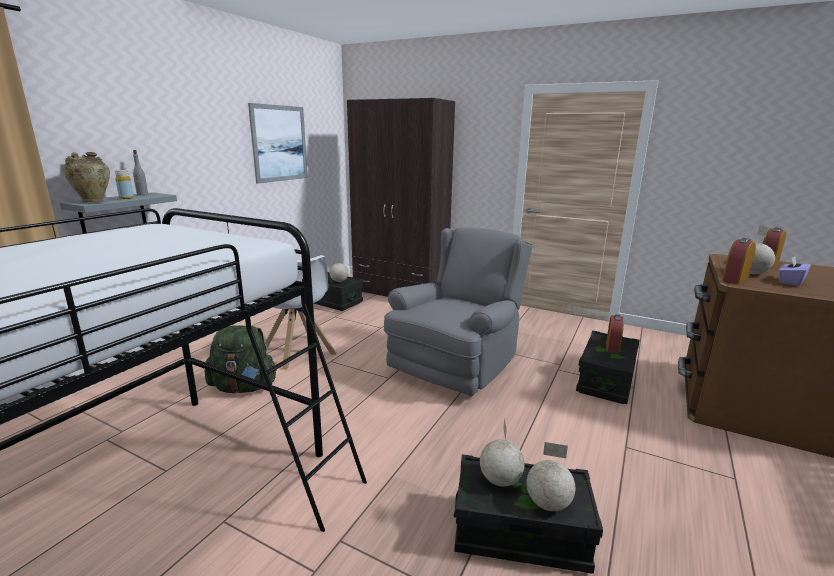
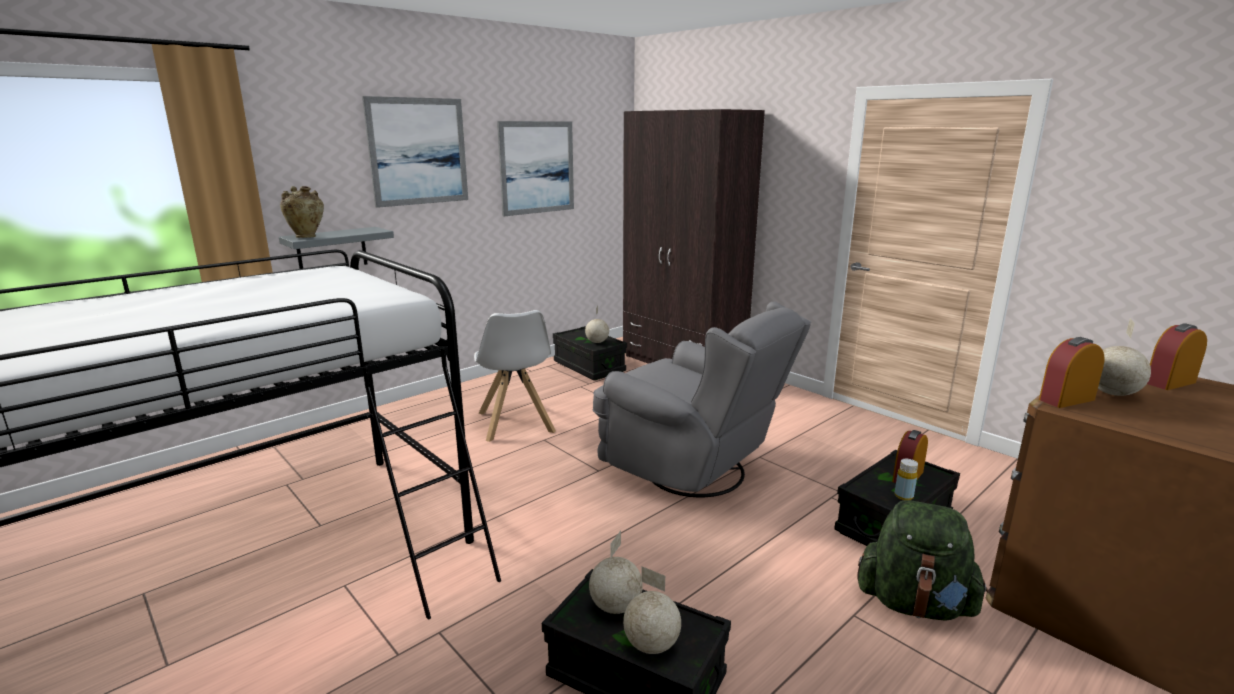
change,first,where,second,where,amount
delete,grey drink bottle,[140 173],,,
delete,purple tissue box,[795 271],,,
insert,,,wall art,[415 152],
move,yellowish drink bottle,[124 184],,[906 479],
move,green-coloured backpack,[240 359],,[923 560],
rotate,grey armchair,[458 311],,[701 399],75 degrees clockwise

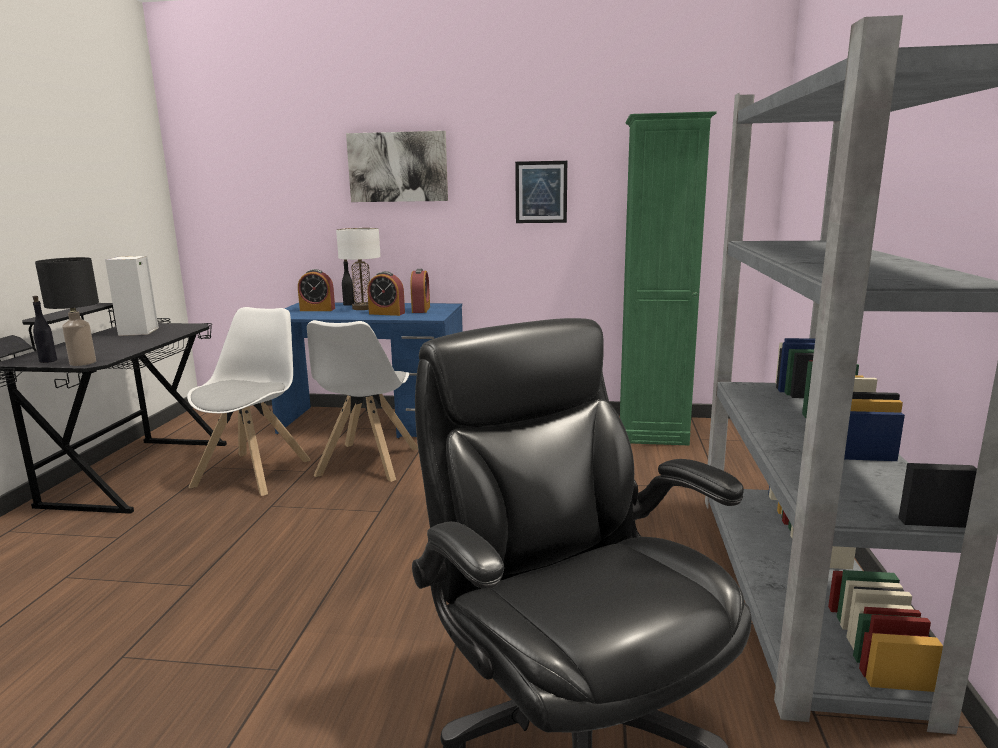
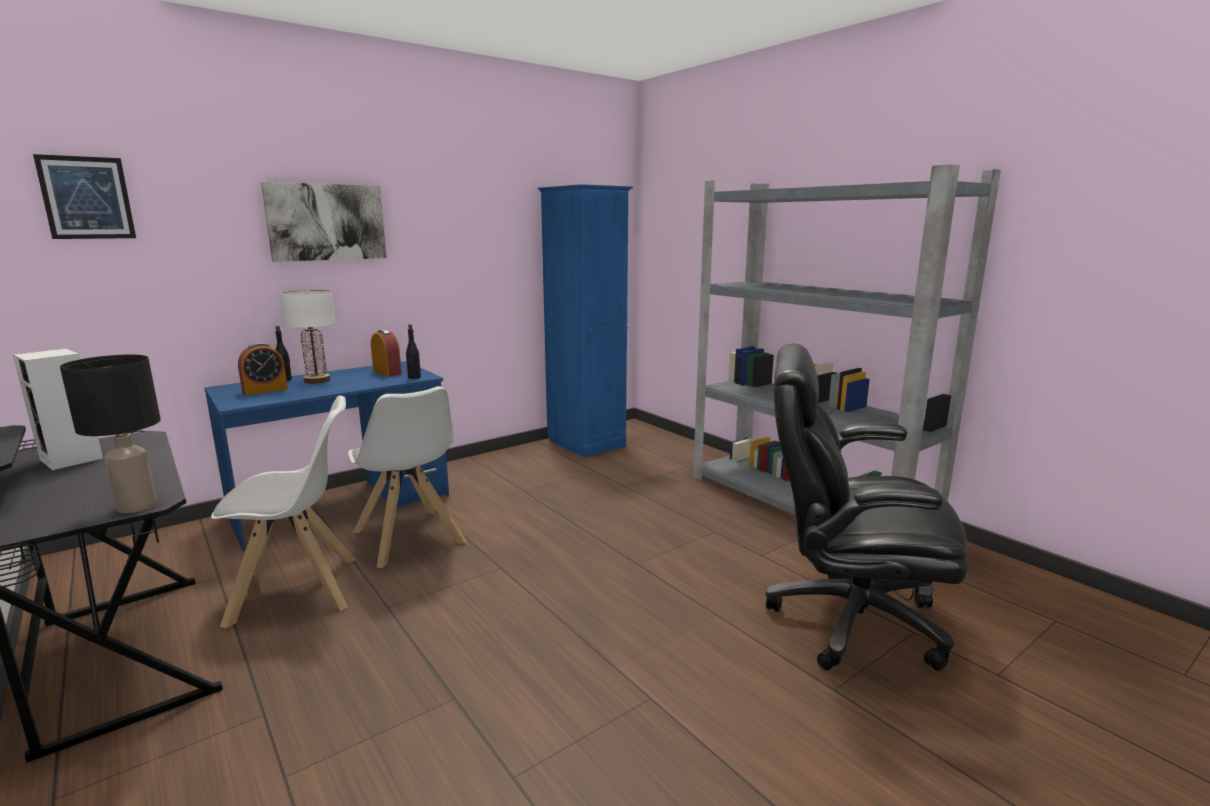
change,first,where,second,where,amount
delete,bedside clock,[386 293],,,
move,black-coloured drink bottle,[45 329],,[413 351],
move,wall art,[541 192],,[84 196],
recolor,green-coloured storage cabinet,[668 278],blue storage cabinet,[585 320],
rotate,plain chair,[249 401],,[283 512],105 degrees clockwise

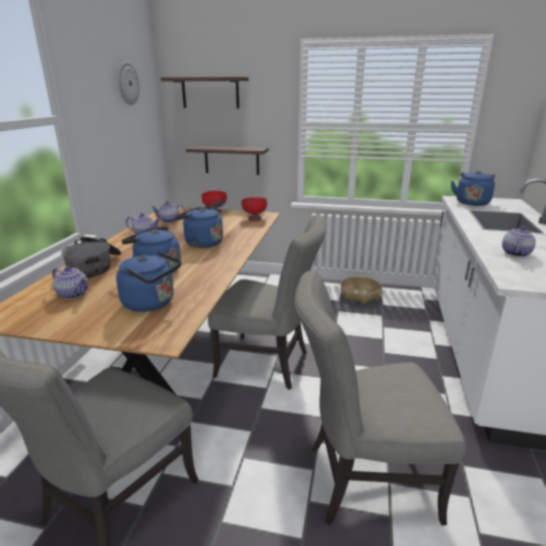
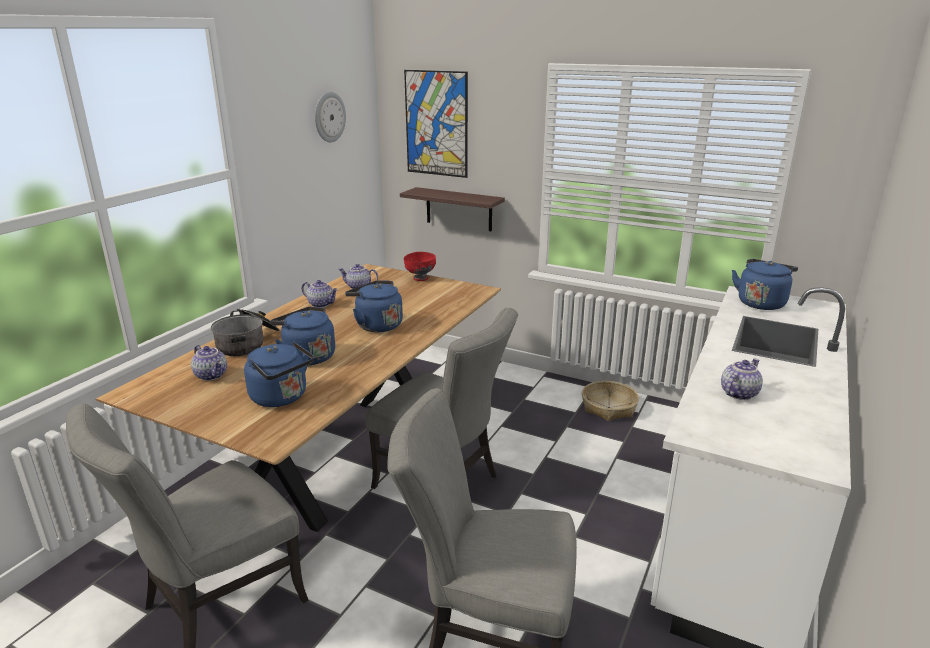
change,first,where,second,where,amount
delete,red bowl,[254 208],,,
replace,shelf,[205 93],wall art,[436 124],

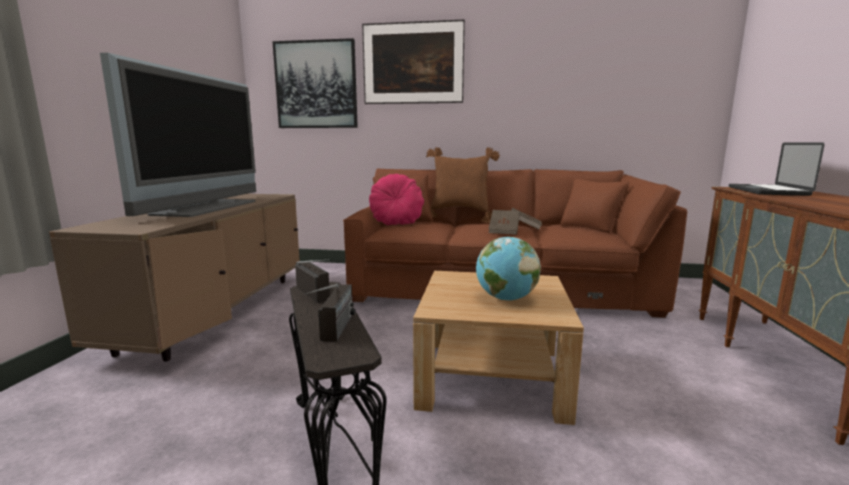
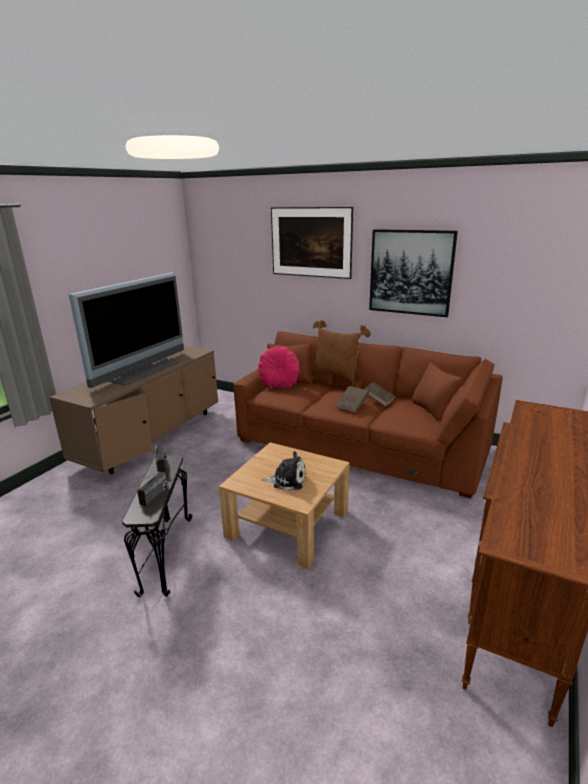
change,first,where,second,where,amount
delete,portable computer,[777 169],,,
move,wall art,[315 83],,[413 273],
replace,desk globe,[508 269],plush toy,[284 471],

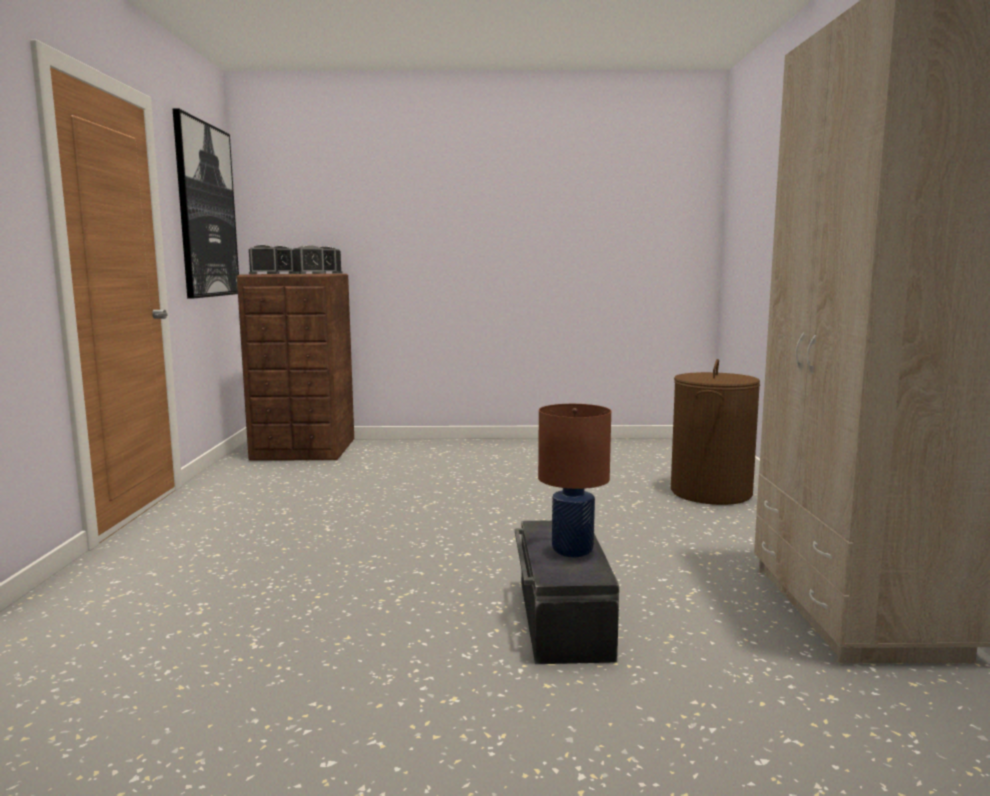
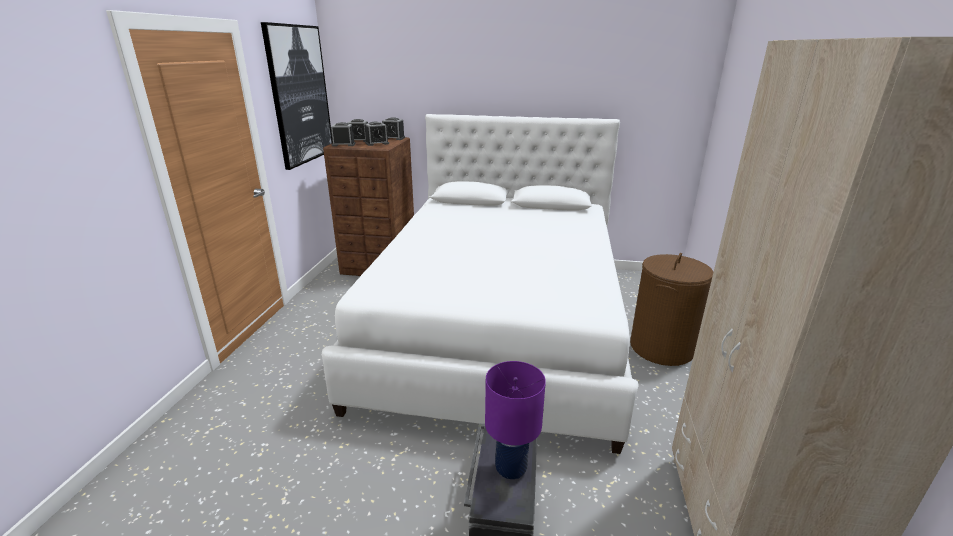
change,first,where,second,where,amount
insert,,,white-coloured sleeping bed,[480 284],
recolor,brownish lamp for a table,[574 481],purple lamp for a table,[515 420],

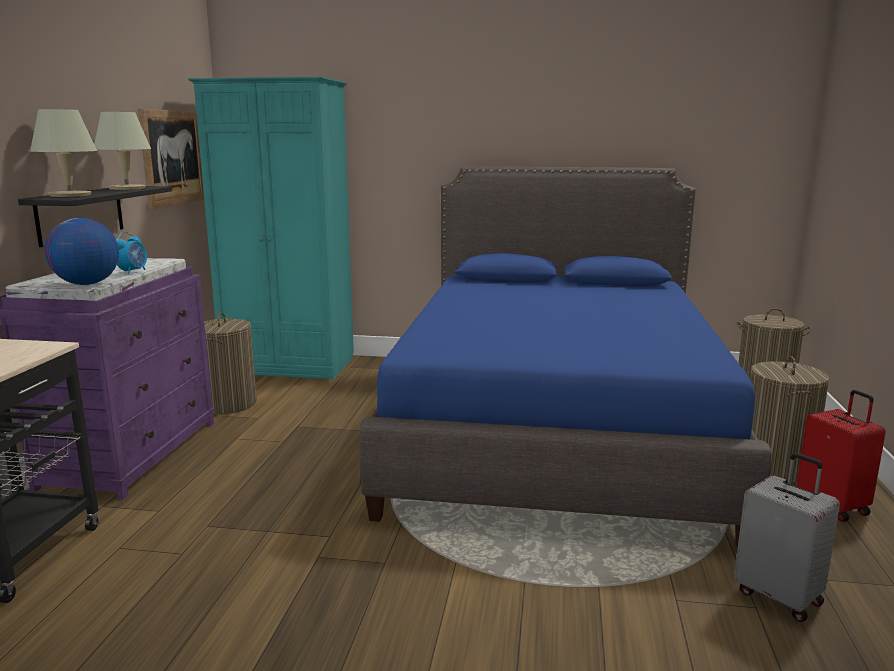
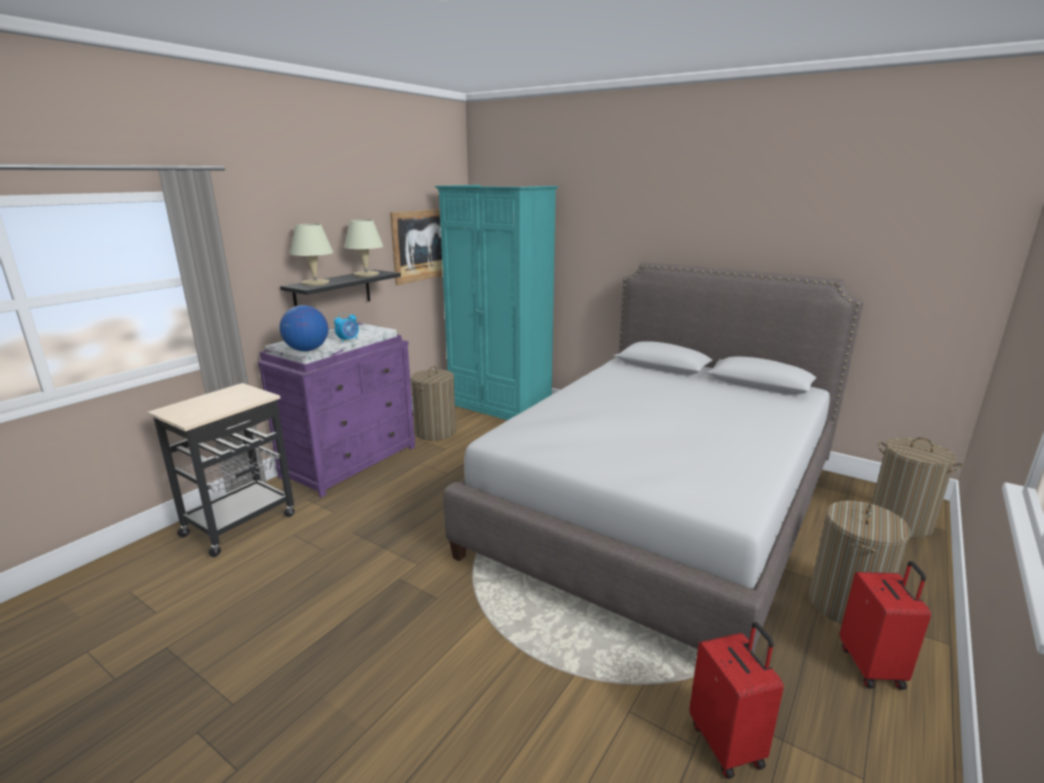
change,first,where,second,where,amount
recolor,blue sleeping bed,[565 358],grey sleeping bed,[654 457],
recolor,grey travel case,[787 537],red travel case,[736 700],

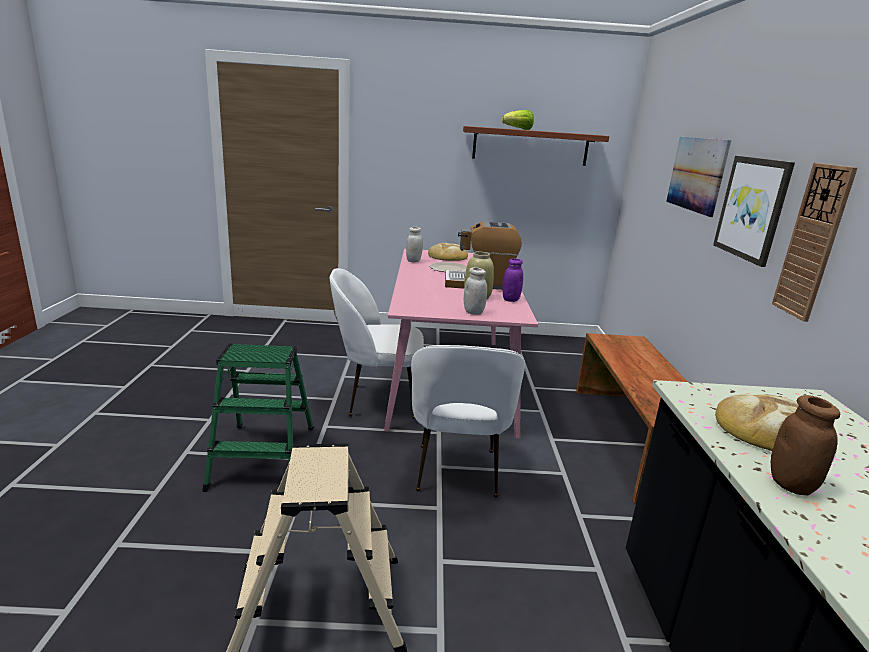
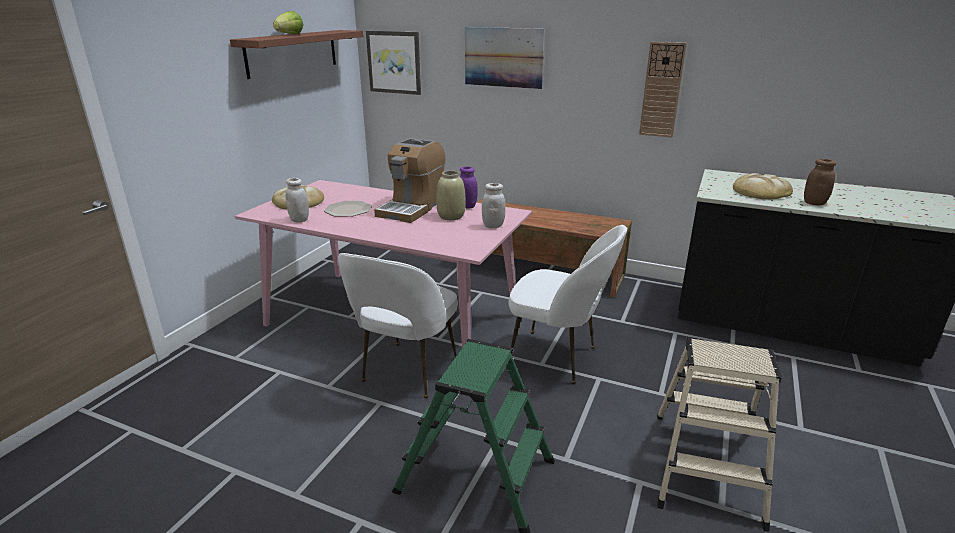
change,first,where,second,where,amount
move,wall art,[754 211],,[393 63],

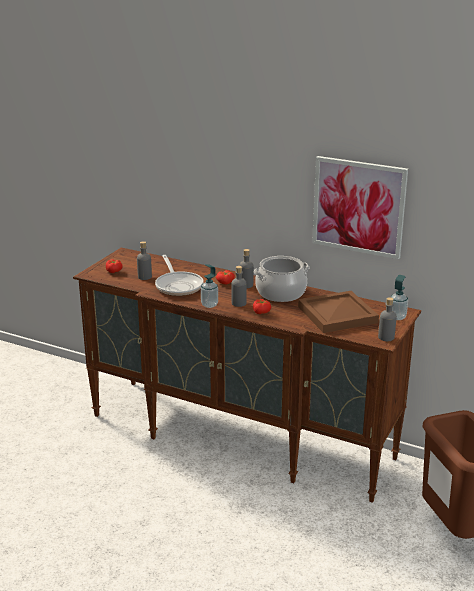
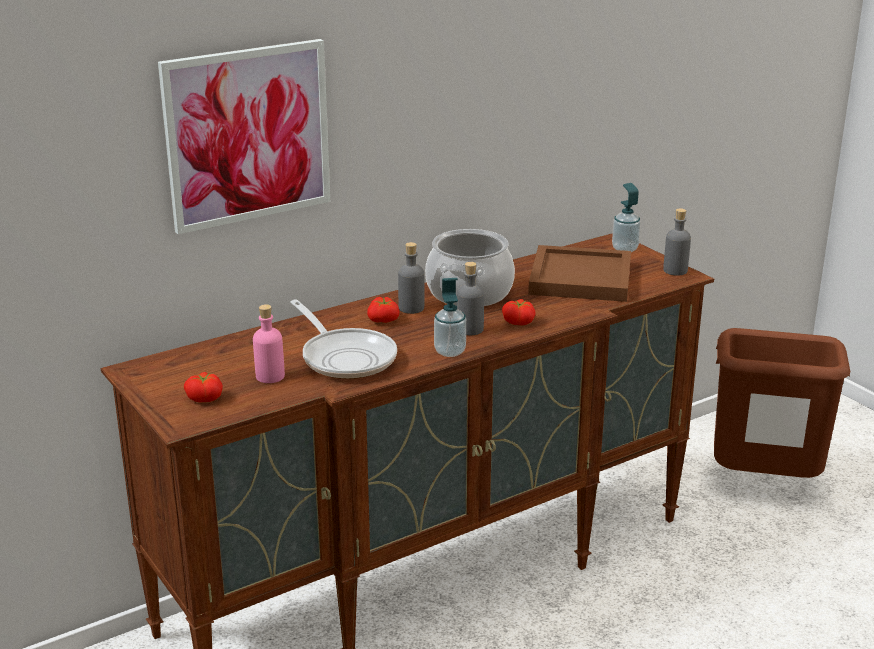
change,first,where,second,where,amount
move,wall art,[360 207],,[244 136],
recolor,grey drink bottle,[144 260],pink drink bottle,[269 343],
rotate,skillet,[179 275],,[343 339],45 degrees clockwise

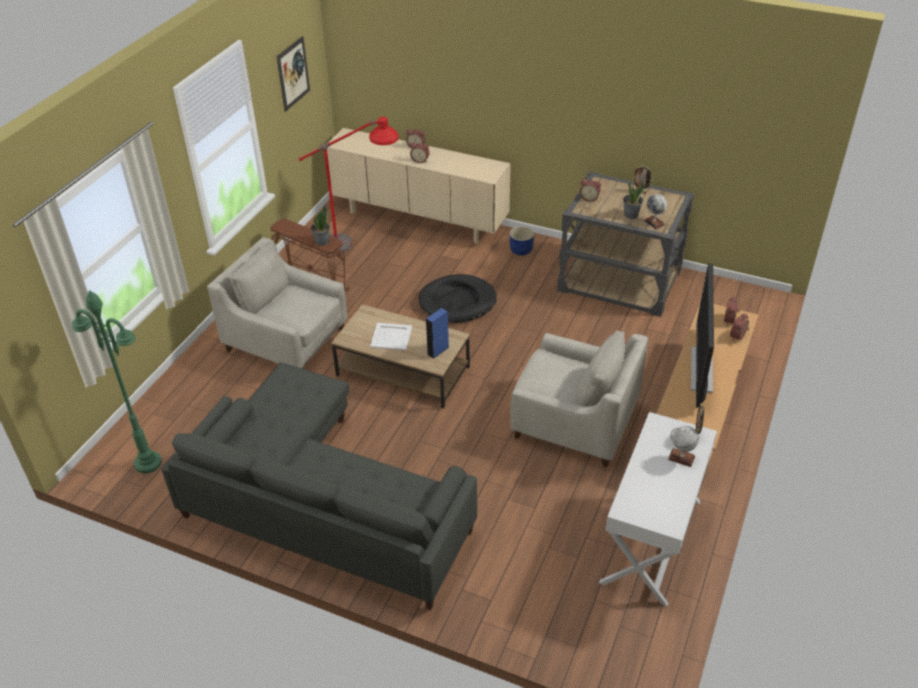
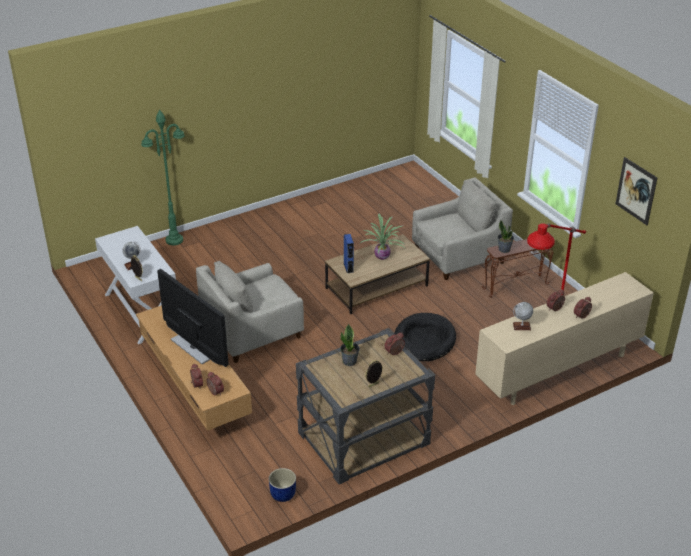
change,first,where,second,where,amount
delete,grey couch,[319 486],,,
move,green-coloured standing lamp,[117 381],,[163 177],
move,blue plant pot,[522 241],,[282 485],
move,desk globe,[655 211],,[523 316],
replace,white-coloured serving tray,[391 336],houseplant,[382 236],

